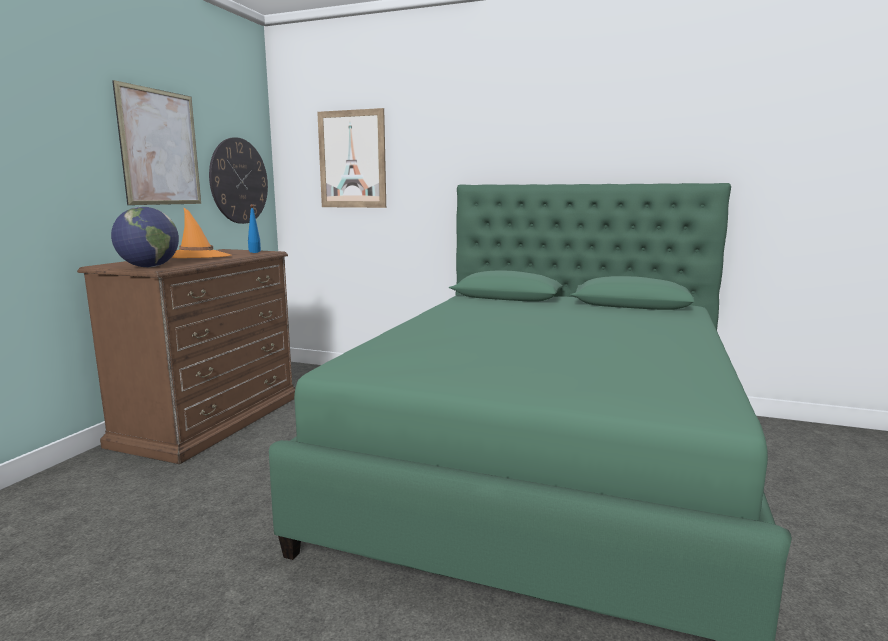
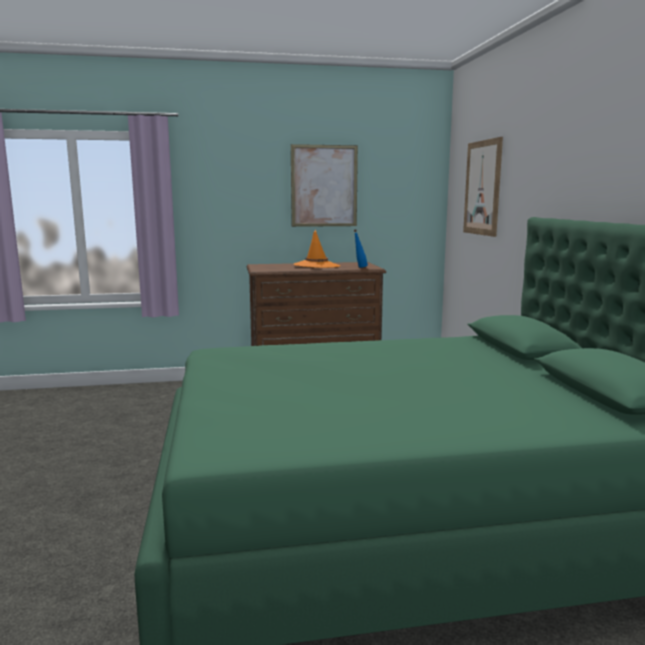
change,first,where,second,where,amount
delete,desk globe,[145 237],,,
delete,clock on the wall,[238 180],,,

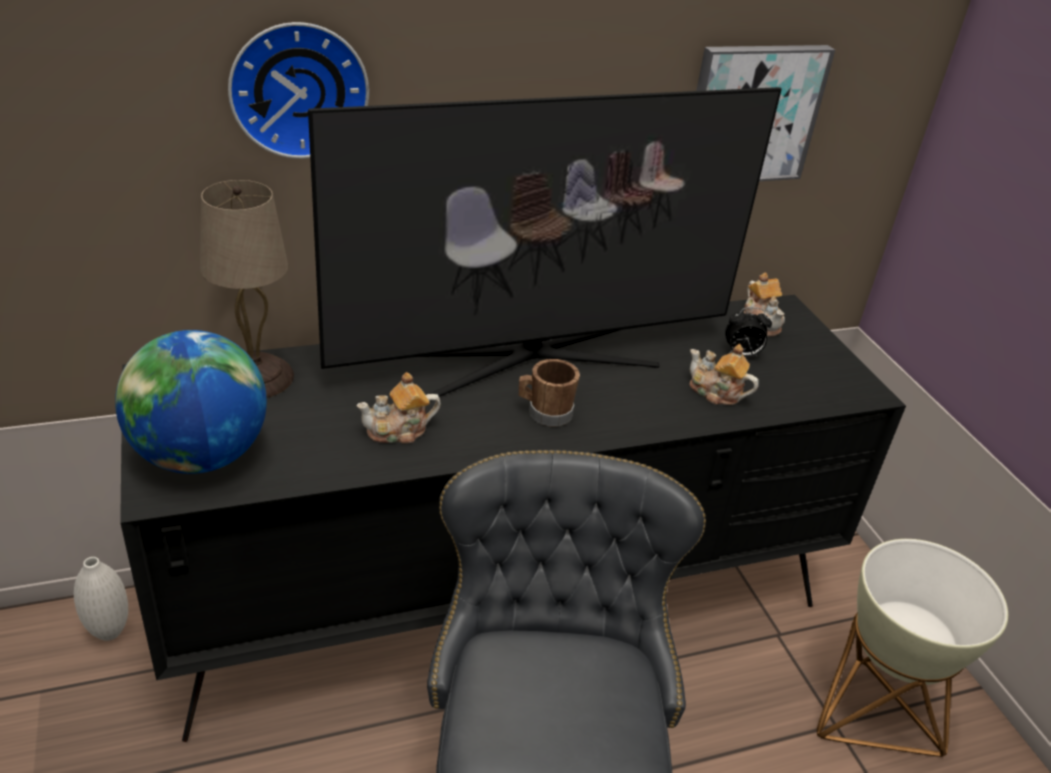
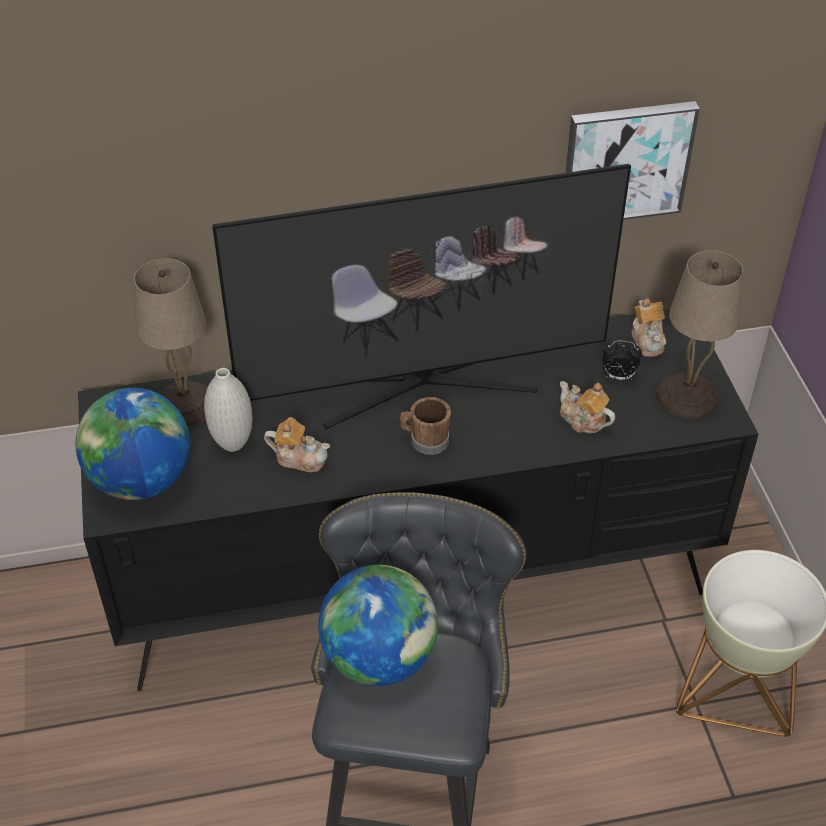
change,first,where,second,where,amount
delete,clock on the wall,[298 90],,,
insert,,,desk globe,[378 625],
insert,,,beige lamp for a table,[699 334],
move,white-coloured vase,[101 599],,[228 410],
rotate,teapot,[398 407],,[297 444],150 degrees counterclockwise

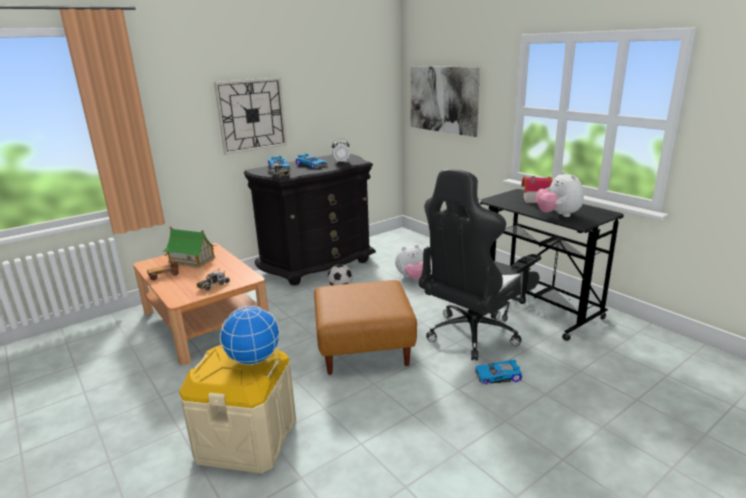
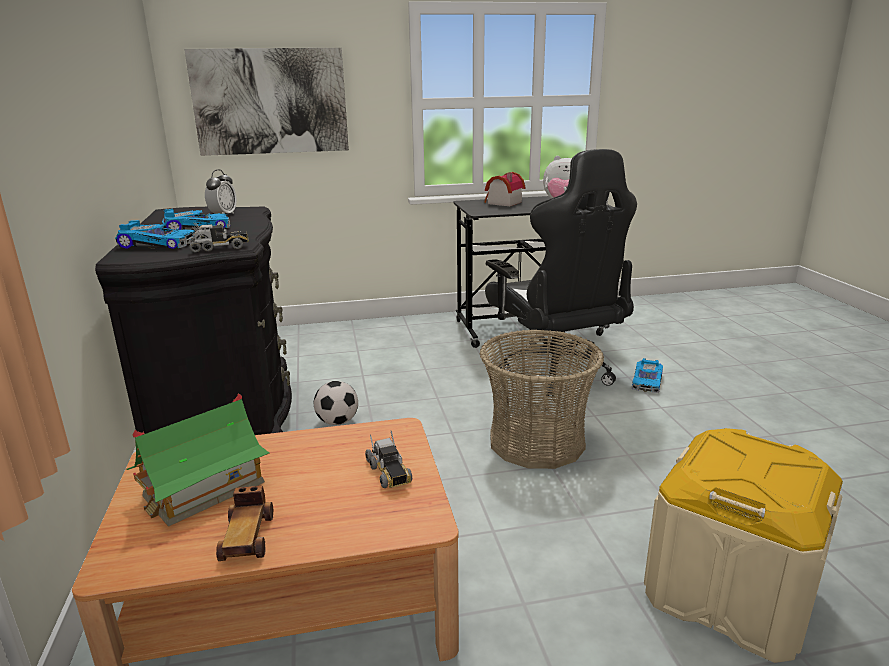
change,first,where,second,where,amount
delete,clock on the wall,[250 116],,,
delete,desk globe,[250 335],,,
delete,plush toy,[409 262],,,
replace,brownish ottoman,[365 327],household basket,[542 399],

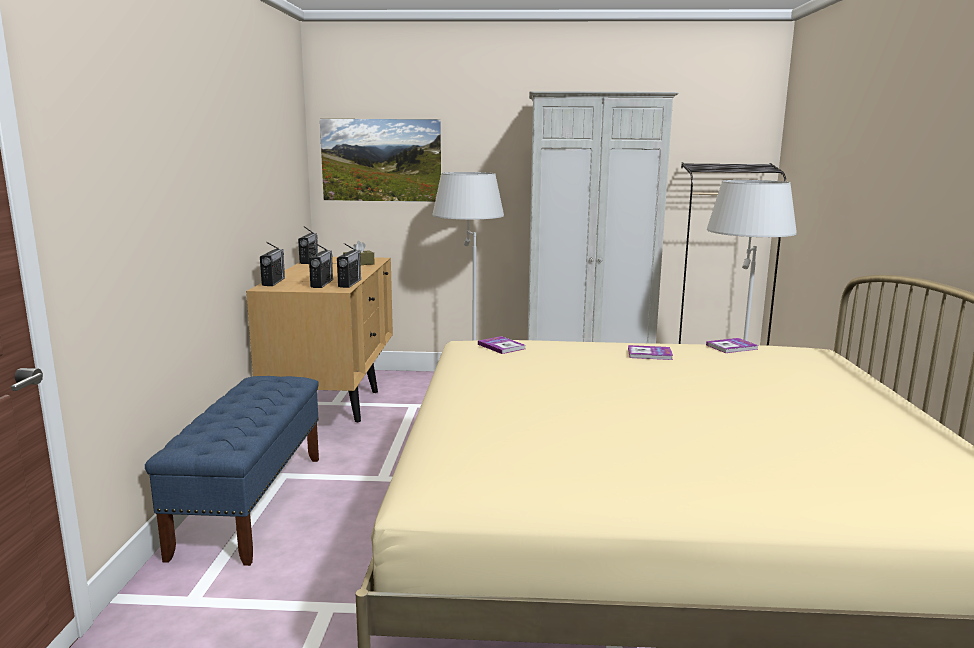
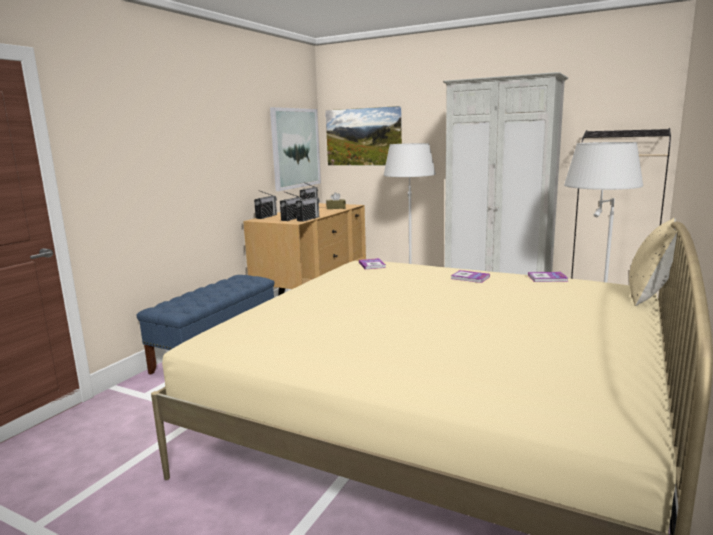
change,first,where,second,where,amount
insert,,,wall art,[295 149],
insert,,,beige throw pillow,[653 262],

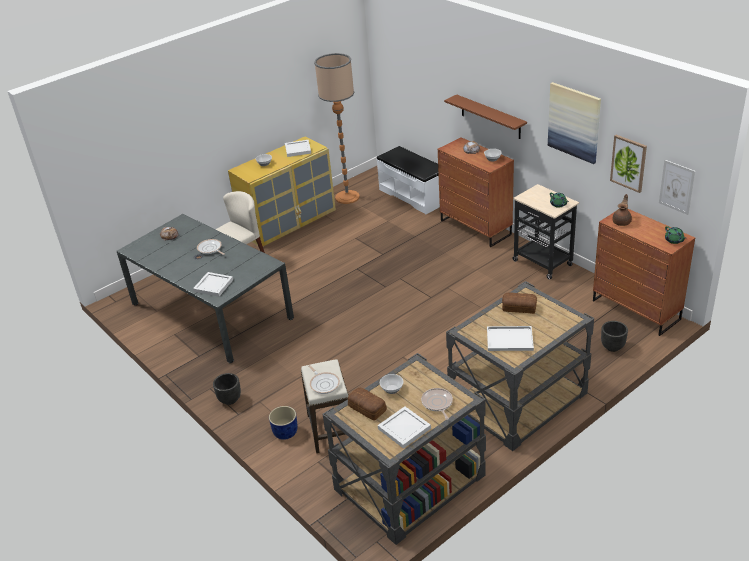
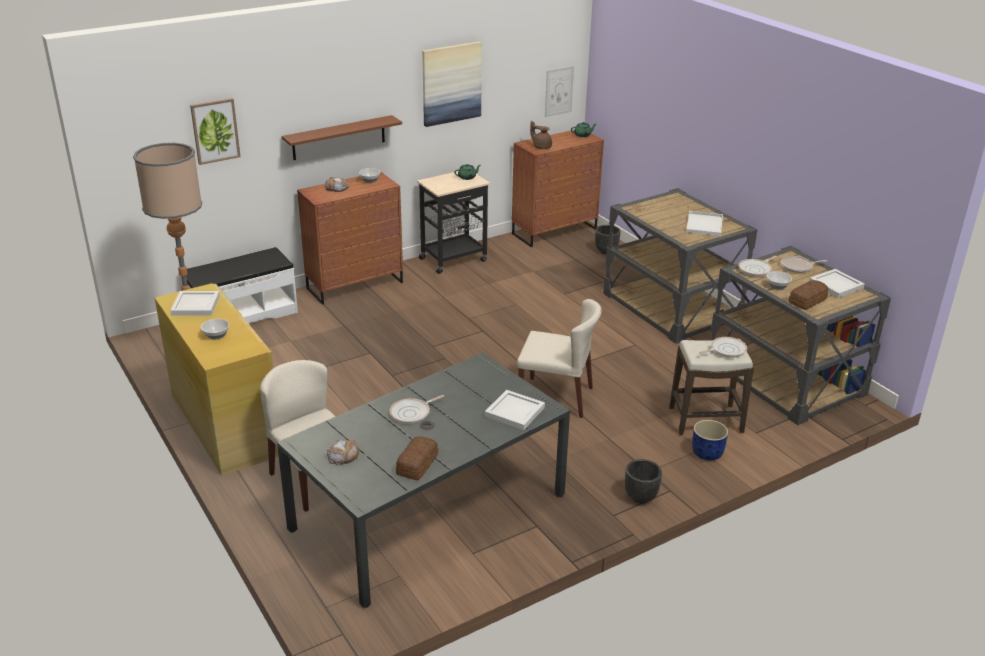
change,first,where,second,where,amount
insert,,,beige plain chair,[559 358],
insert,,,skillet,[757 266],
move,bakery bread,[519 303],,[417 458],
move,wall art,[628 164],,[215 131],

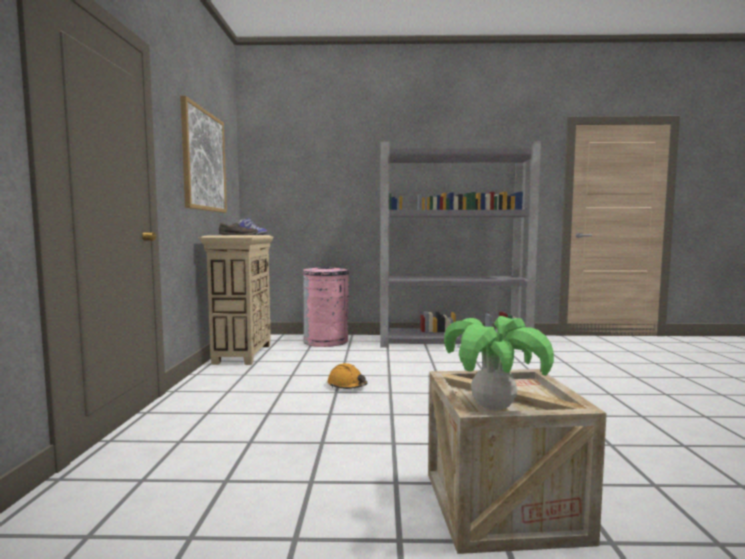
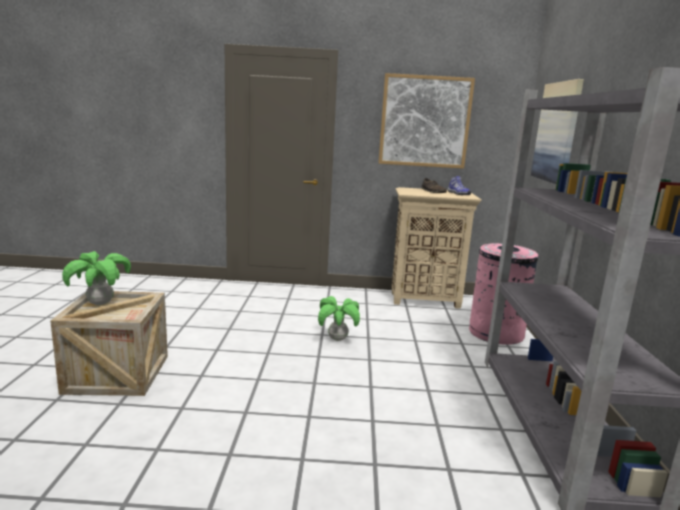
change,first,where,second,where,amount
insert,,,wall art,[557 131],
replace,orange hard hat,[347 376],houseplant,[339 318],

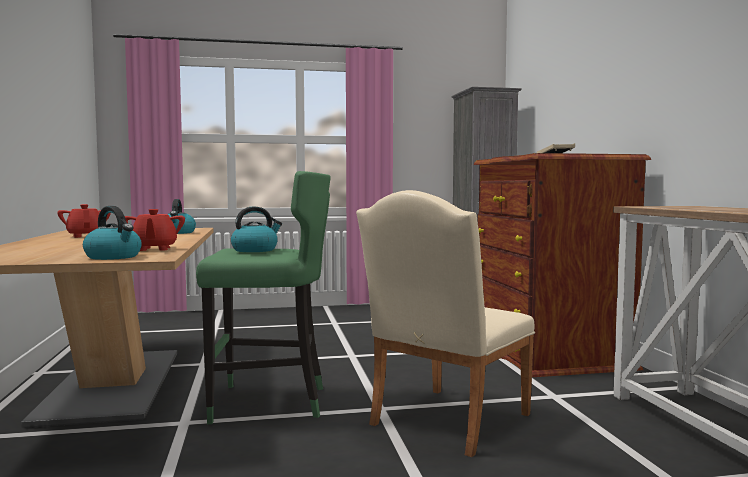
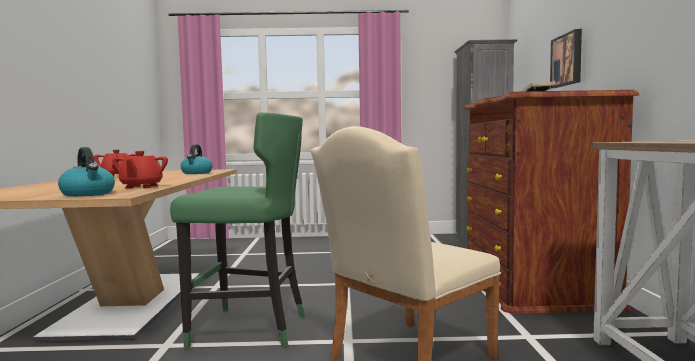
change,first,where,second,where,amount
delete,tea kettle,[256 229],,,
insert,,,wall art,[566 58],

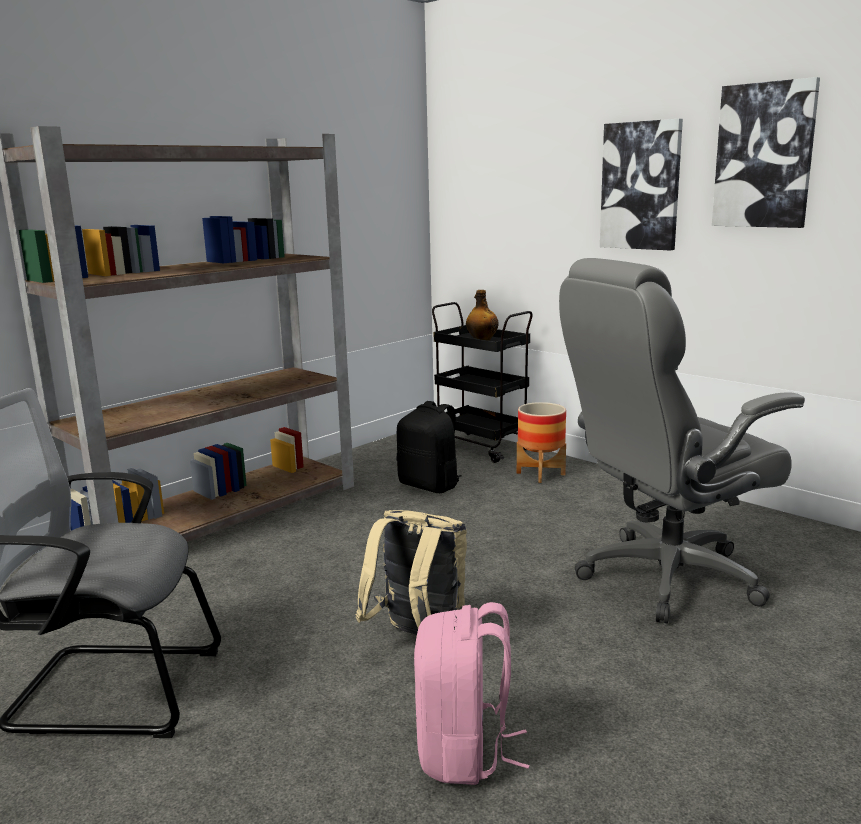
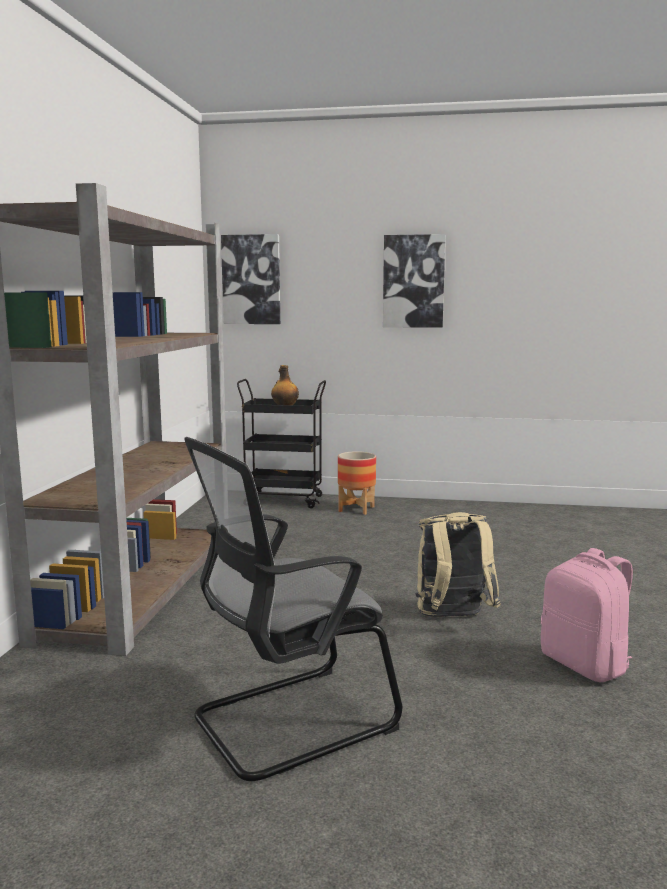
change,first,where,second,where,amount
delete,black-coloured backpack,[428 447],,,
delete,grey desk chair,[682 441],,,
move,wall art,[766 152],,[250 279],

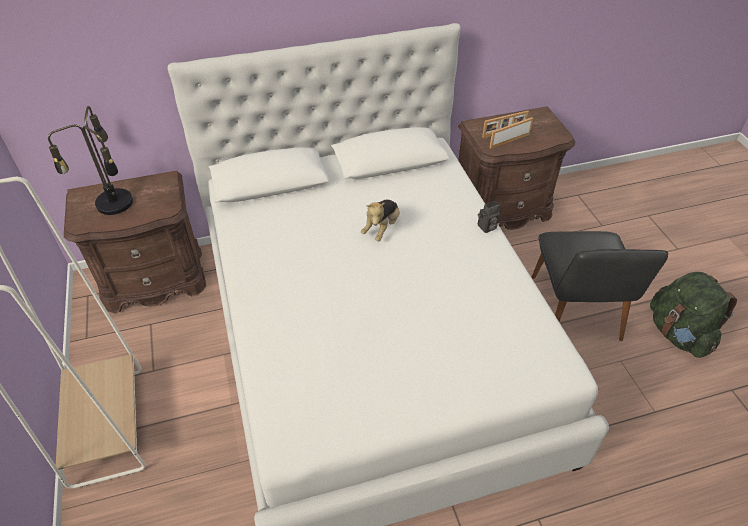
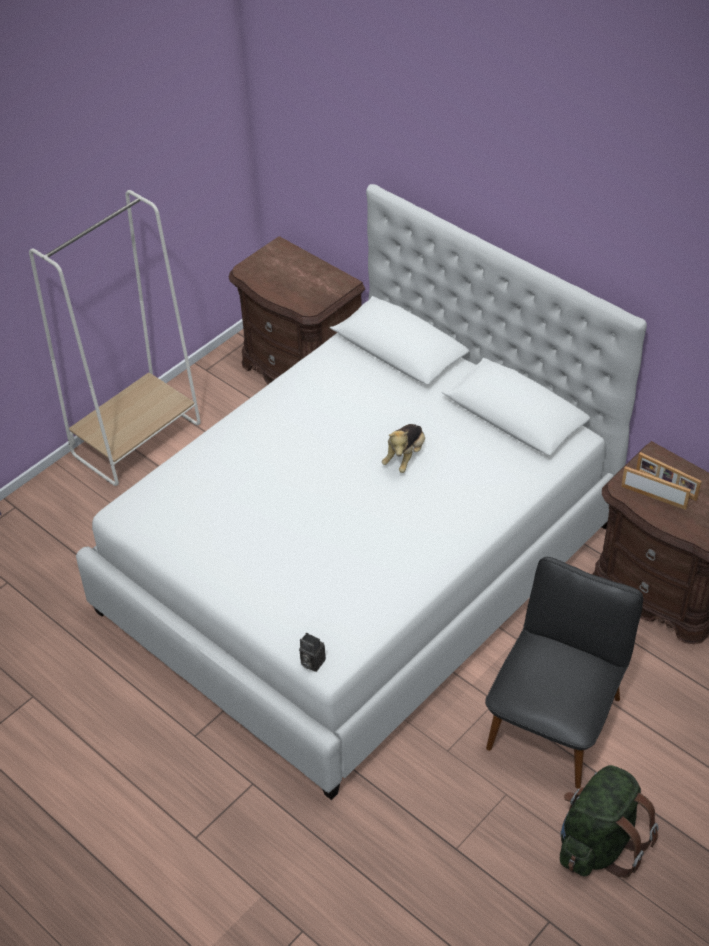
change,first,where,second,where,amount
delete,lamp for a table,[90 160],,,
move,photo camera,[489 217],,[312 652],
rotate,plush toy,[380 220],,[403 448],60 degrees counterclockwise
rotate,black-coloured plain chair,[599 286],,[564 673],150 degrees clockwise

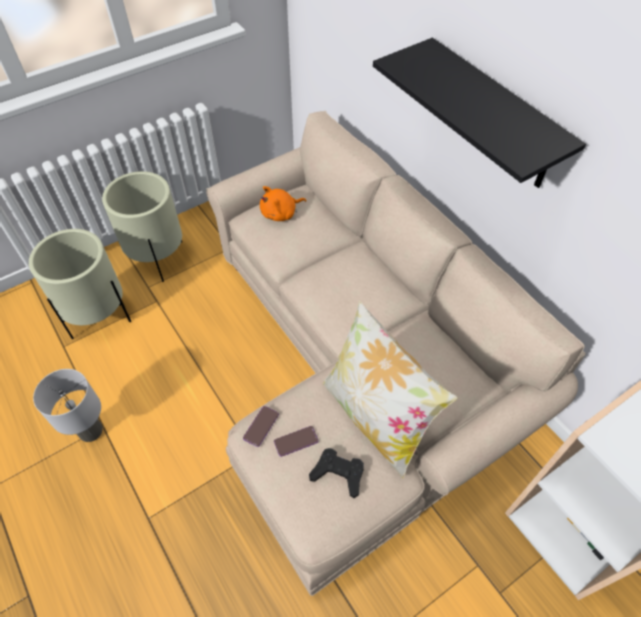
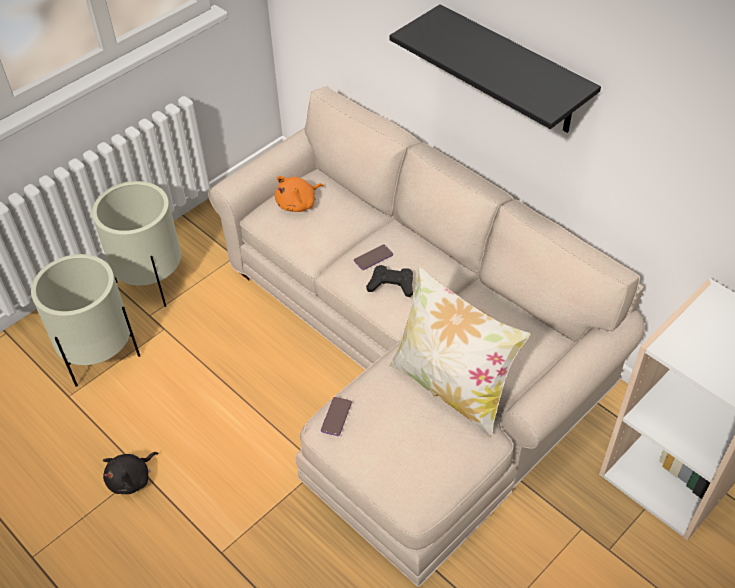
change,first,where,second,where,amount
move,telephone,[296 441],,[373 257],
move,black-coloured joypad,[336 473],,[389 281],
replace,white-coloured lamp for a table,[68 405],black-coloured plush toy,[130 473],

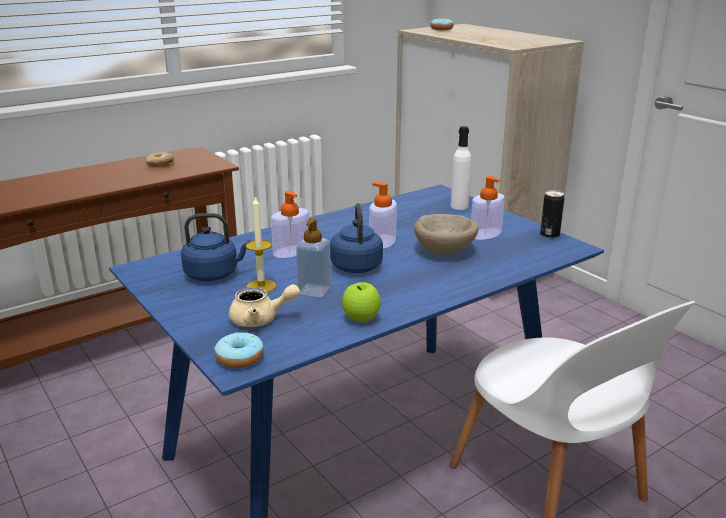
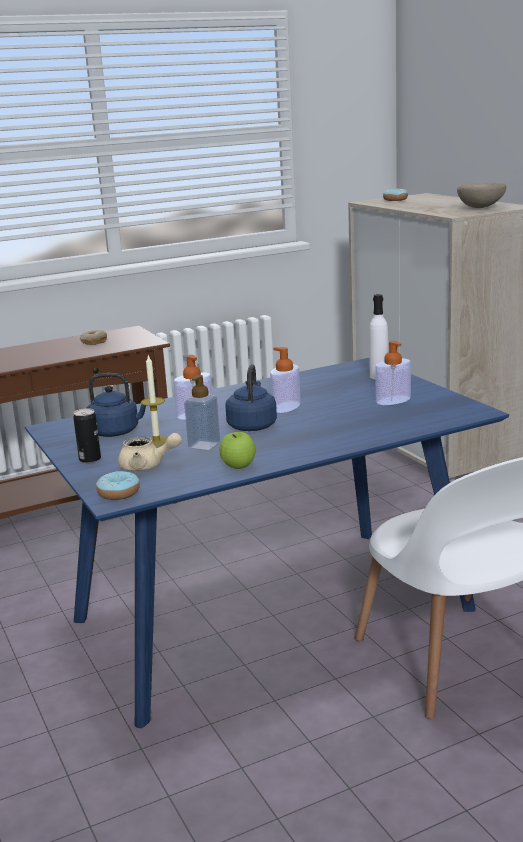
change,first,where,second,where,amount
move,beige bowl,[446 234],,[481 195],
move,metal can,[552 214],,[87 435],

